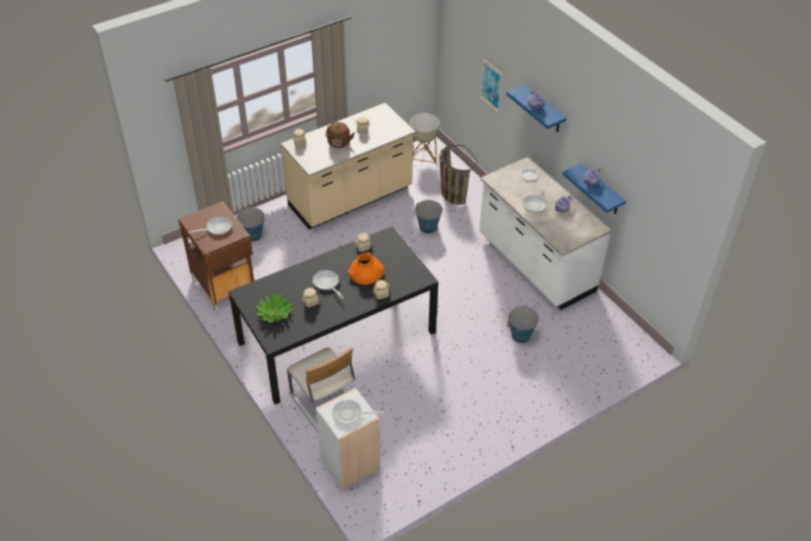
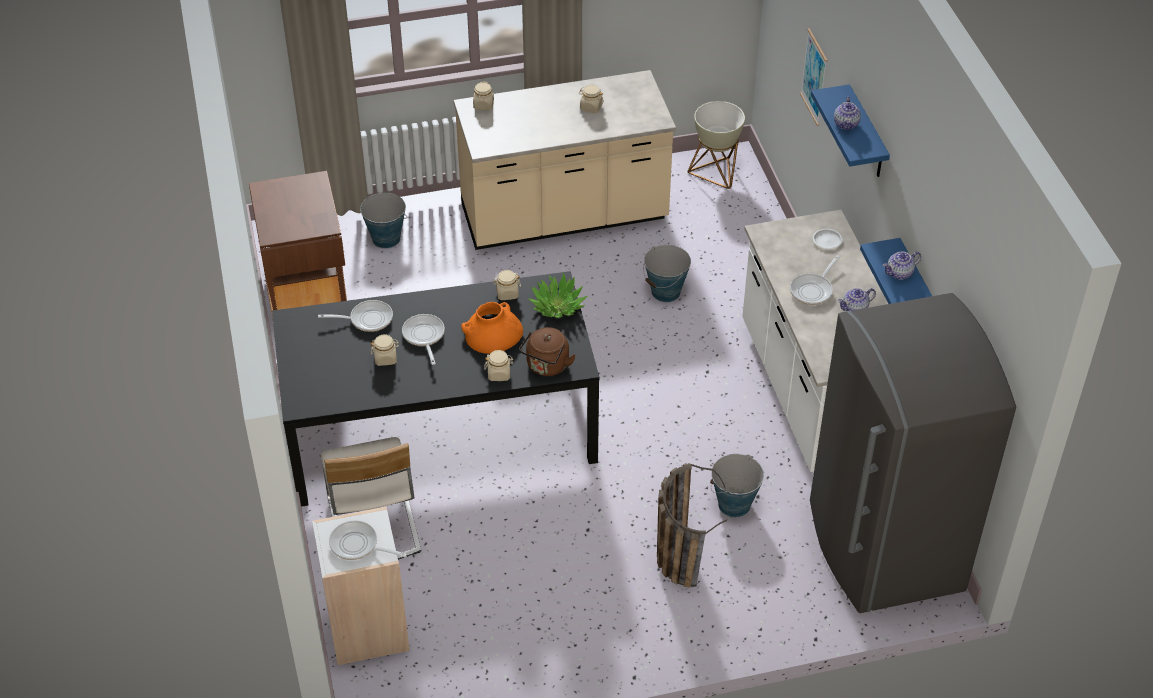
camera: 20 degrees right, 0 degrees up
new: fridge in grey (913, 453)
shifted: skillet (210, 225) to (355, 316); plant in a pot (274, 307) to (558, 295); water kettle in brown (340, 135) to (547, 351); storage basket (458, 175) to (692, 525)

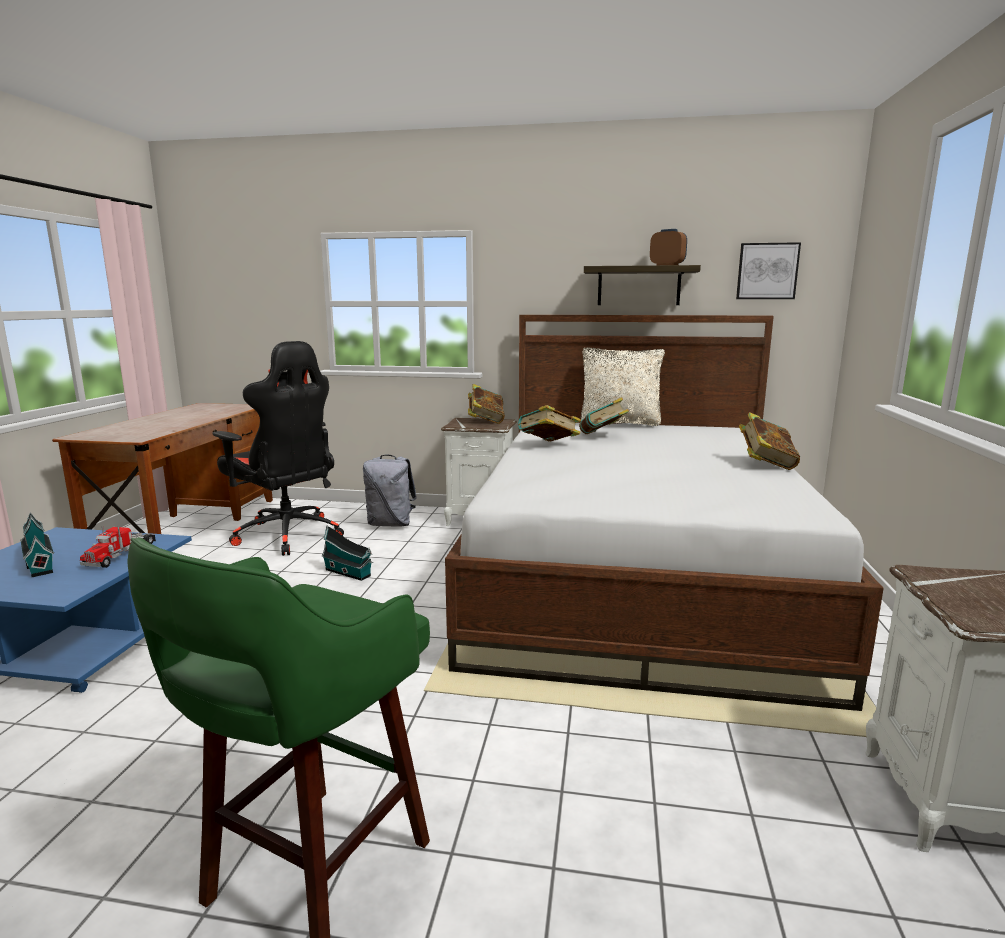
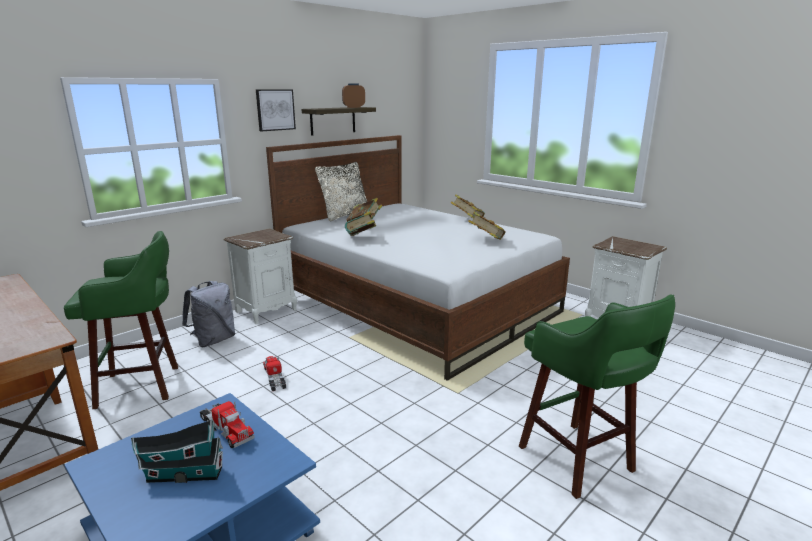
camera: 55 degrees left, 5 degrees up
shifted: volume (486, 404) to (487, 226); picture (768, 270) to (276, 110)
swapped: desk chair in black (278, 448) to sitting stool in green-coloured (121, 320); toy house (347, 553) to toy lorry (274, 373)

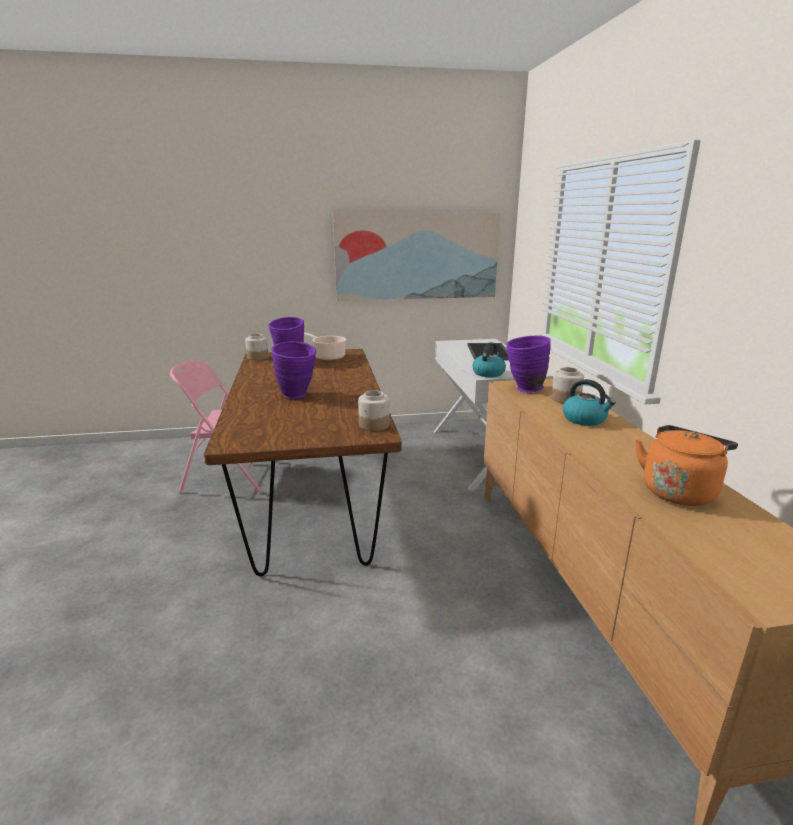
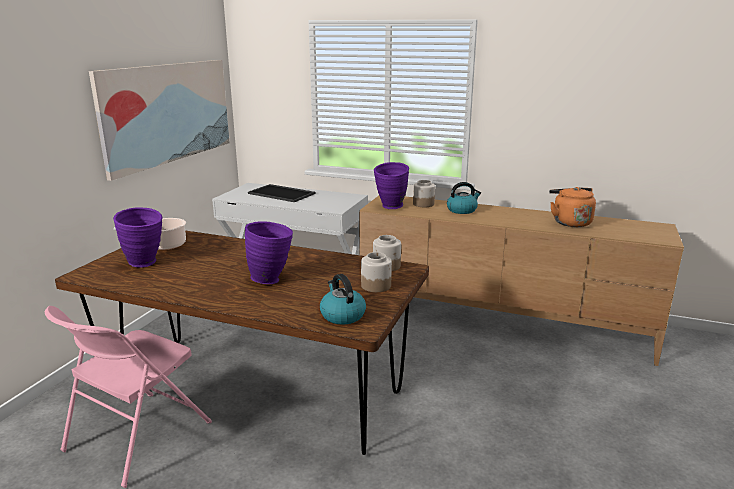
camera: 60 degrees left, 0 degrees up
shifted: preserve jar (257, 347) to (376, 272); water kettle (489, 359) to (343, 299)

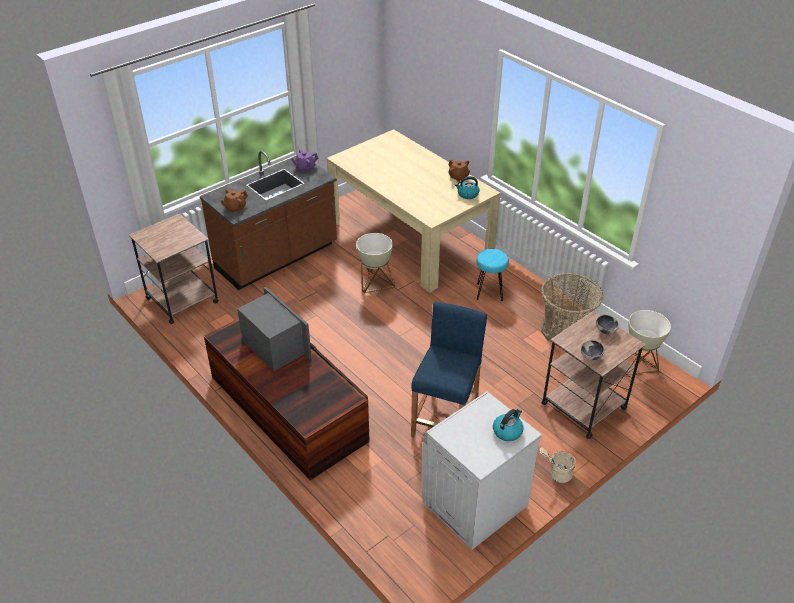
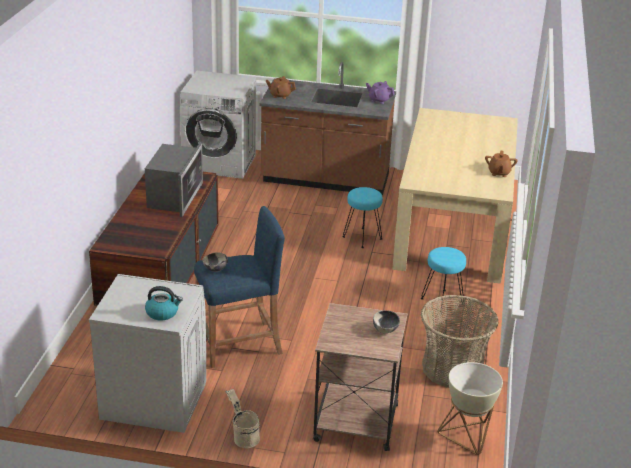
camera: 50 degrees right, 10 degrees down
gone: water kettle (467, 187)
shifted: bowl (592, 350) to (215, 262)
swapped: trolley in brown (174, 269) to washing machine in whitish (218, 125); flower pot (375, 263) to sitting stool in blue-green (363, 217)

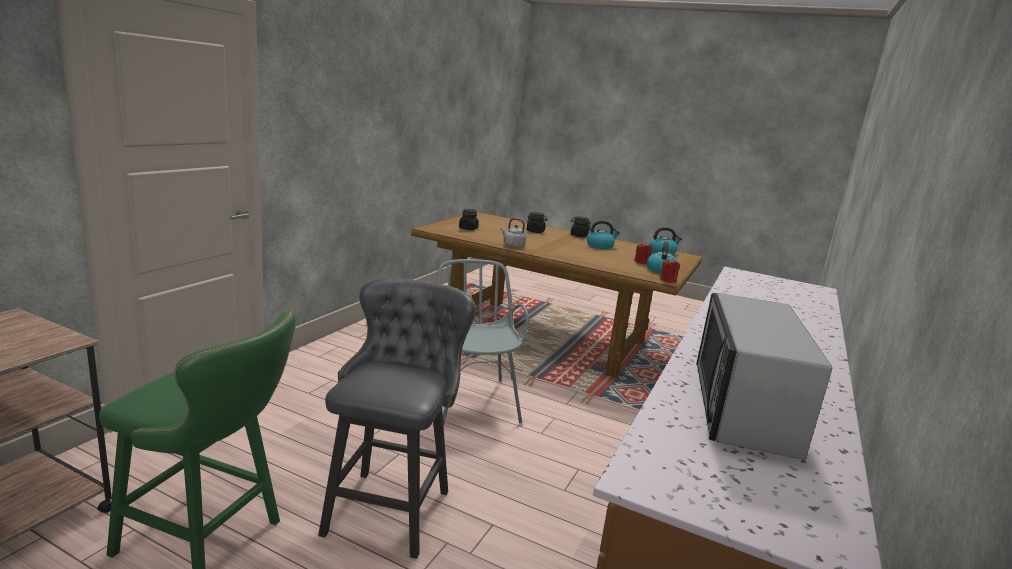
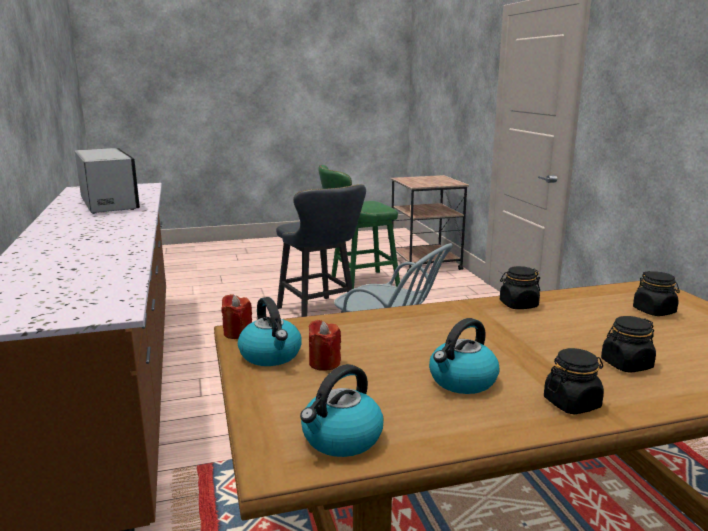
camera: 140 degrees right, 0 degrees up
swapped: water kettle in grey (513, 232) to preserve jar in black (520, 287)

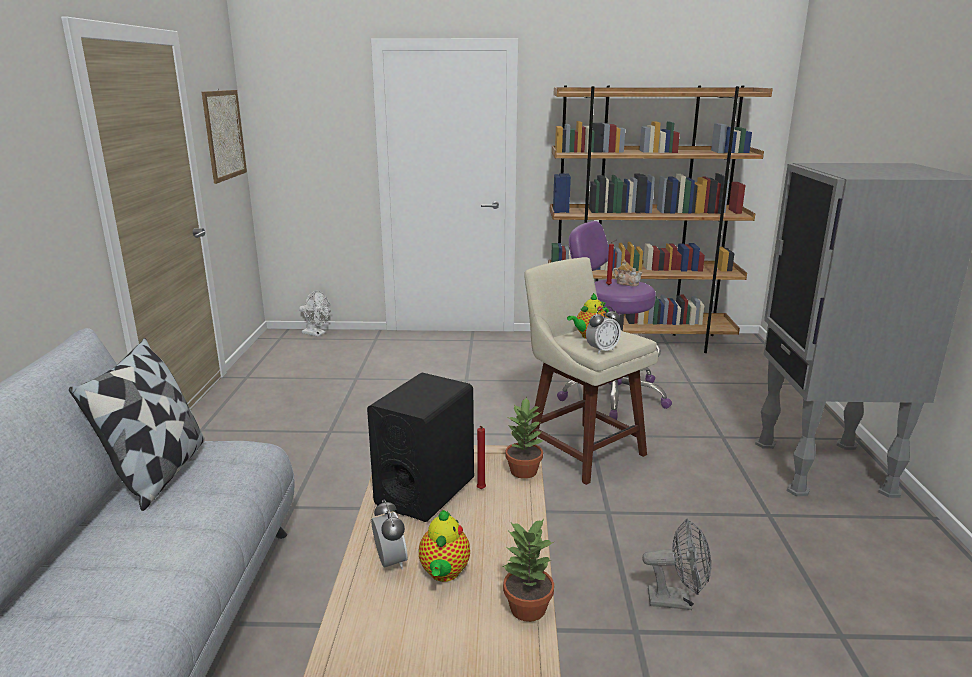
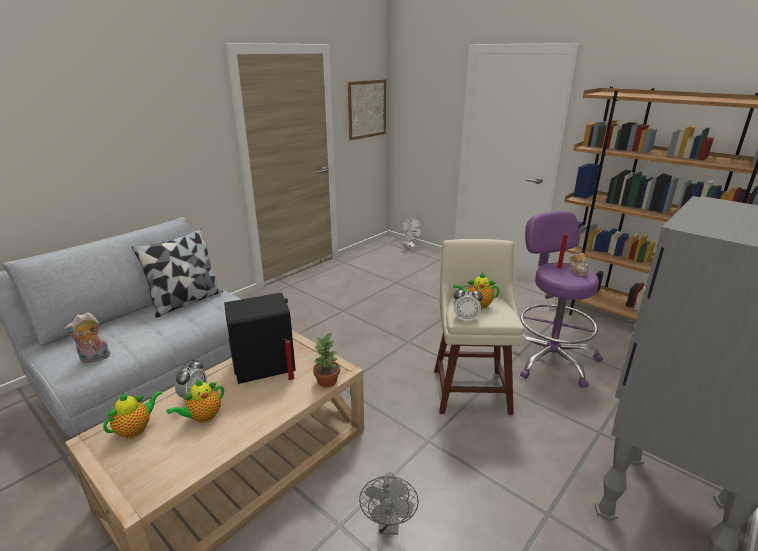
camera: 40 degrees right, 5 degrees up
gone: plant in a pot (528, 570)
new: plush toy (87, 337); pot for tea (133, 414)
rotated: cooling fan in grey (676, 564) = (389, 503) 45 degrees clockwise

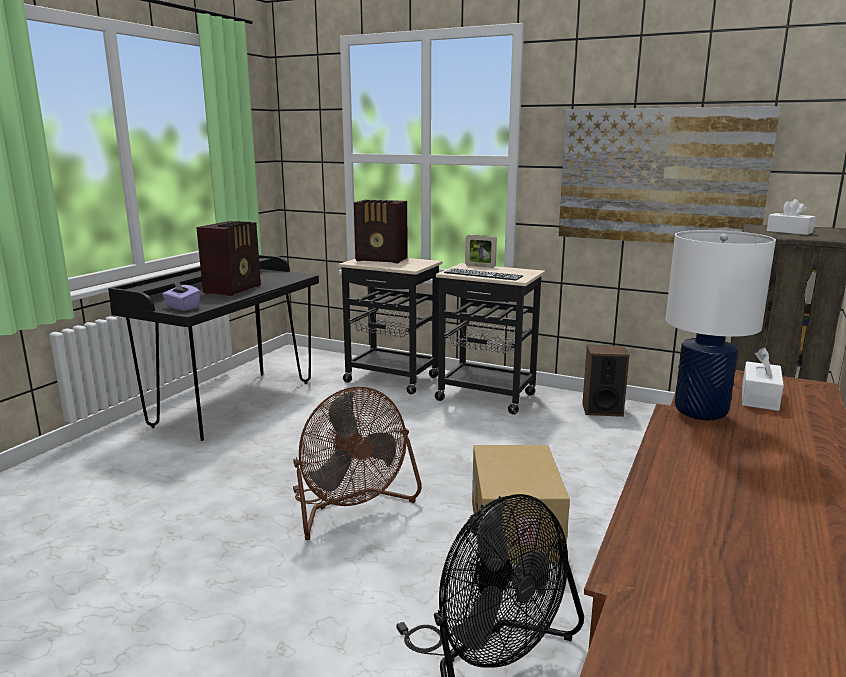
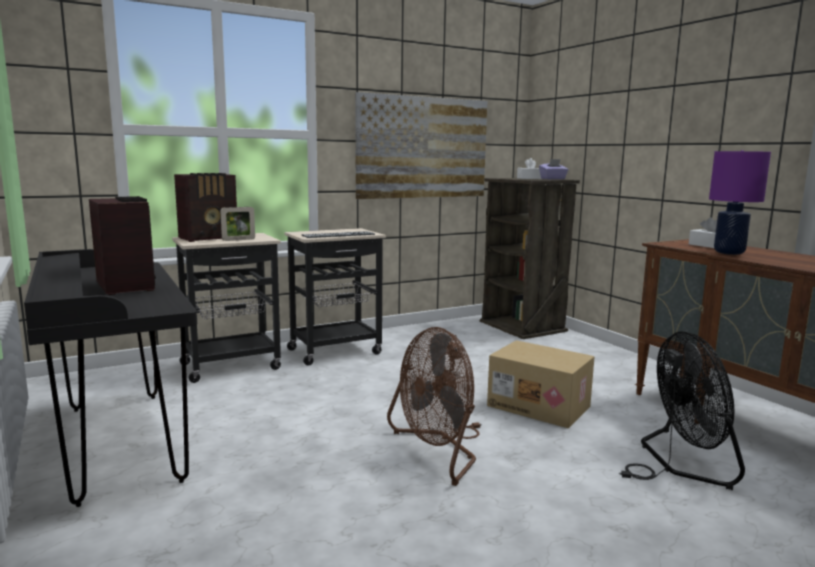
camera: 55 degrees left, 5 degrees down
gone: audio speaker (605, 381)
shifted: tissue box in purple (181, 296) to (553, 169); standing frame (481, 251) to (237, 224)
repainted: lamp for a table in whitish (721, 325) to lamp for a table in purple (740, 202)
rotated: cooling fan in brown (357, 463) = (434, 406) 150 degrees clockwise

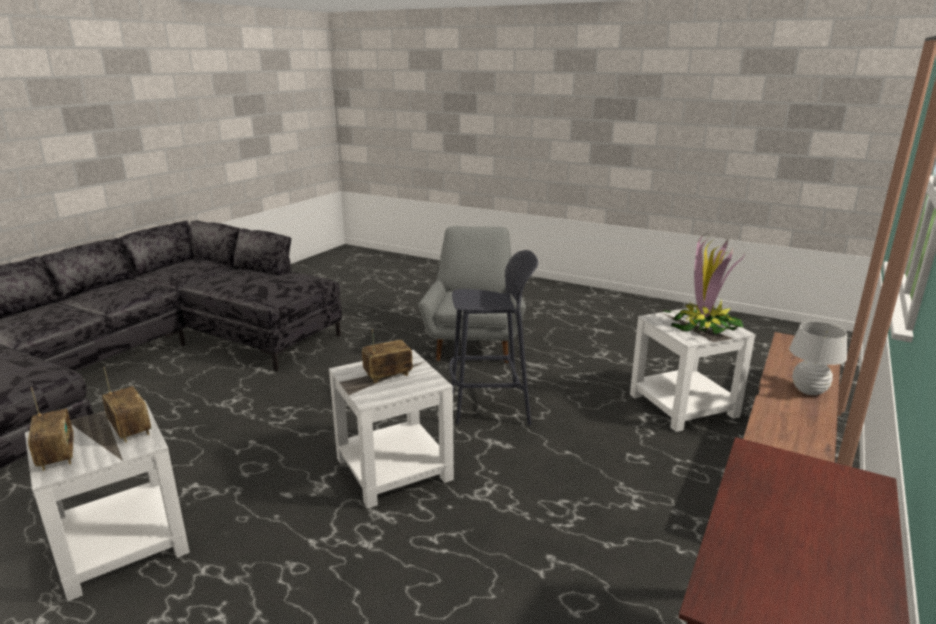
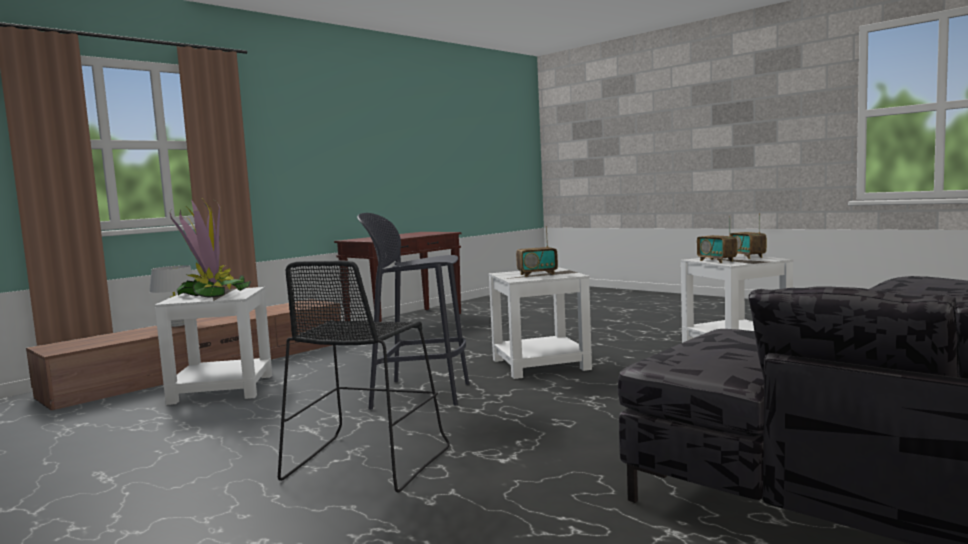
camera: 165 degrees left, 15 degrees down
swapped: easy chair in grey (472, 294) to sitting stool in black (363, 376)

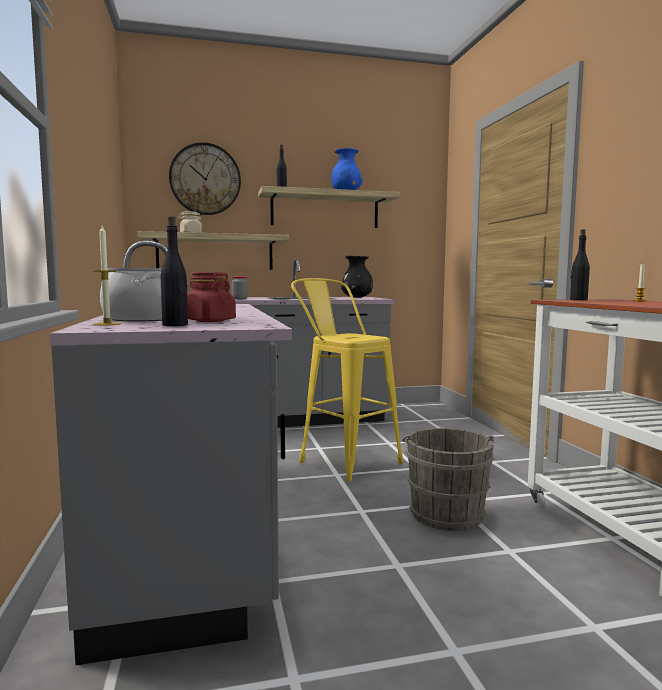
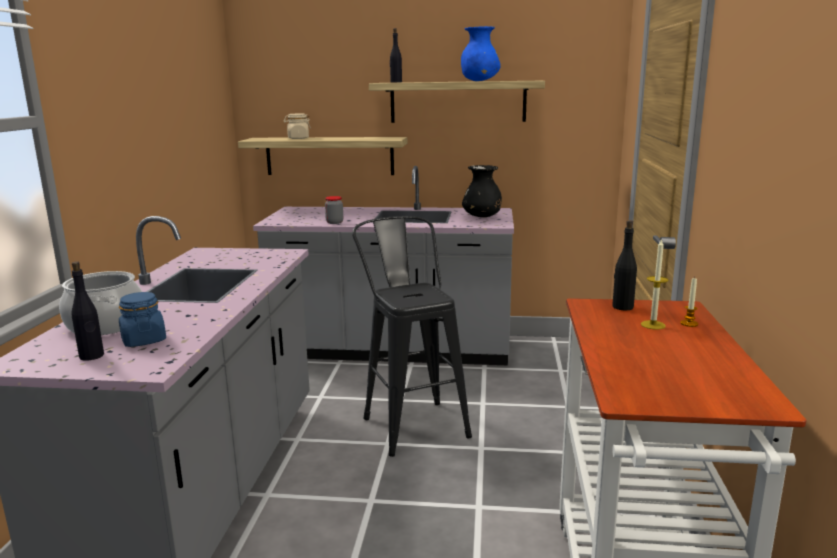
camera: 20 degrees right, 10 degrees up
gone: wall clock (205, 178); pail in grey (448, 479)
shifted: wax candle (106, 276) to (655, 284)
repainted: preserve jar in reddish (211, 297) to preserve jar in blue (142, 319); sitting stool in yellow (347, 380) to sitting stool in black (412, 336)

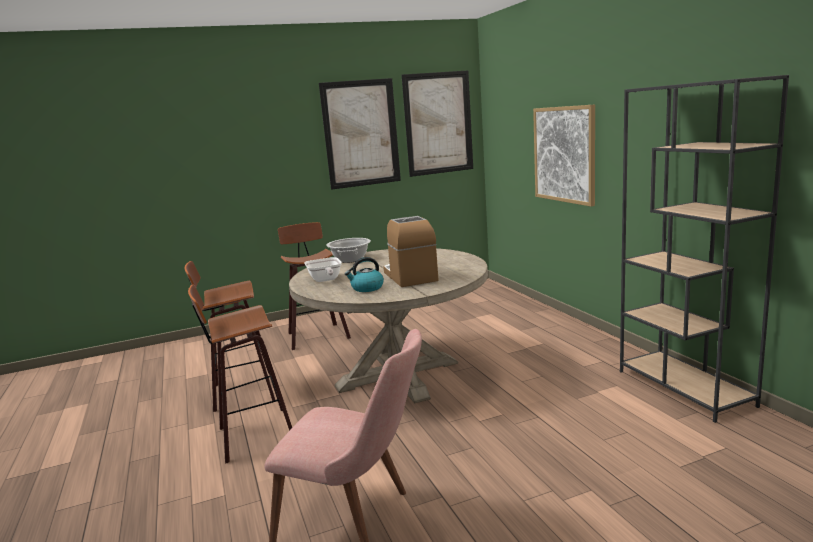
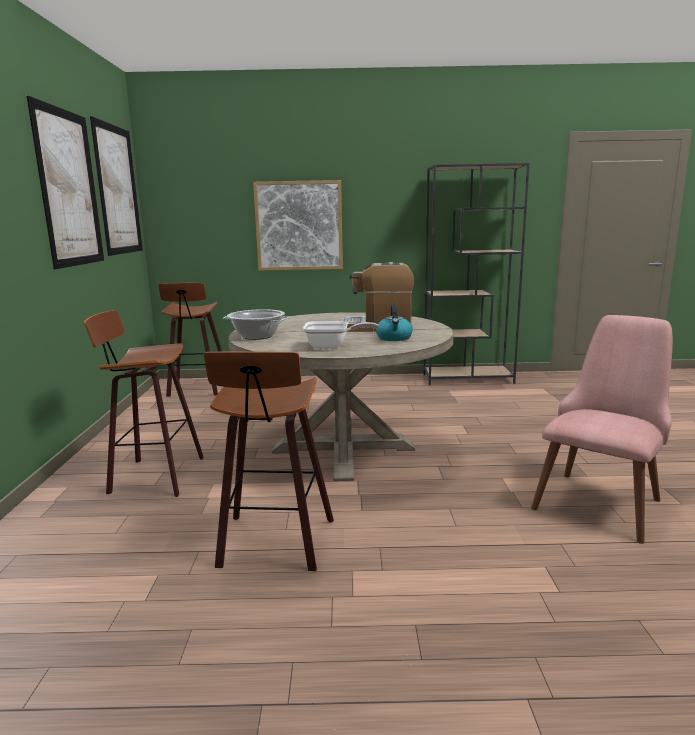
camera: 70 degrees left, 0 degrees up
shifted: sitting stool (240, 374) to (190, 339)

